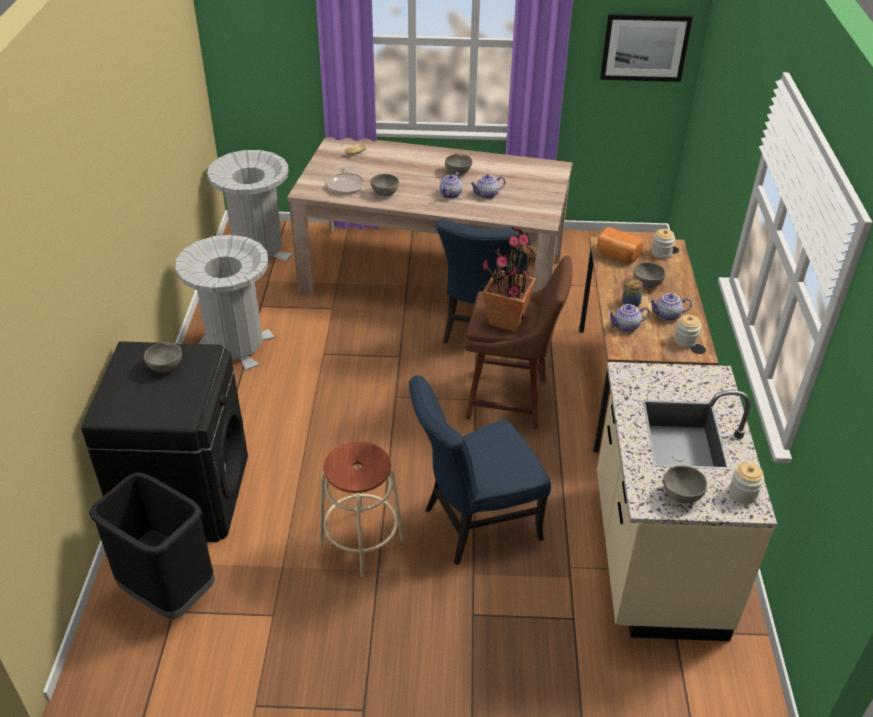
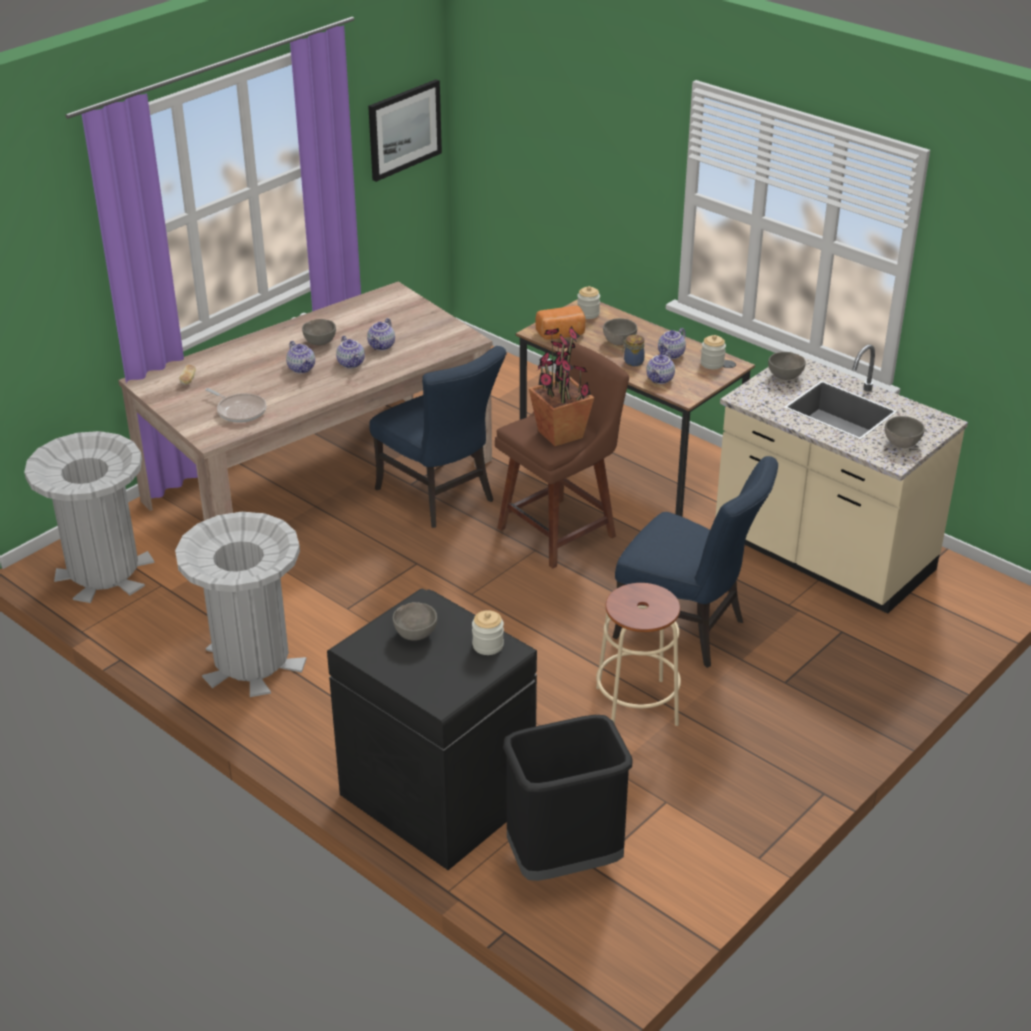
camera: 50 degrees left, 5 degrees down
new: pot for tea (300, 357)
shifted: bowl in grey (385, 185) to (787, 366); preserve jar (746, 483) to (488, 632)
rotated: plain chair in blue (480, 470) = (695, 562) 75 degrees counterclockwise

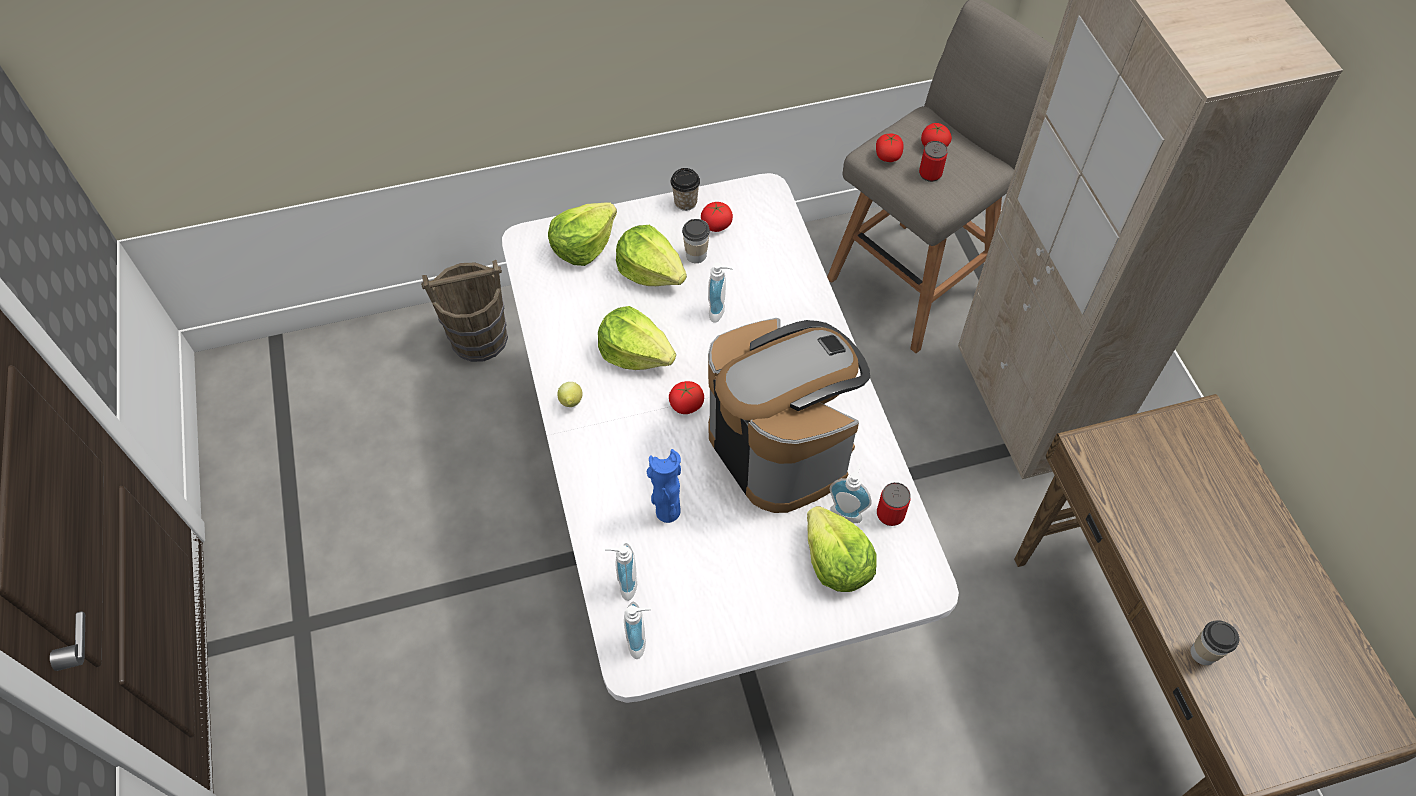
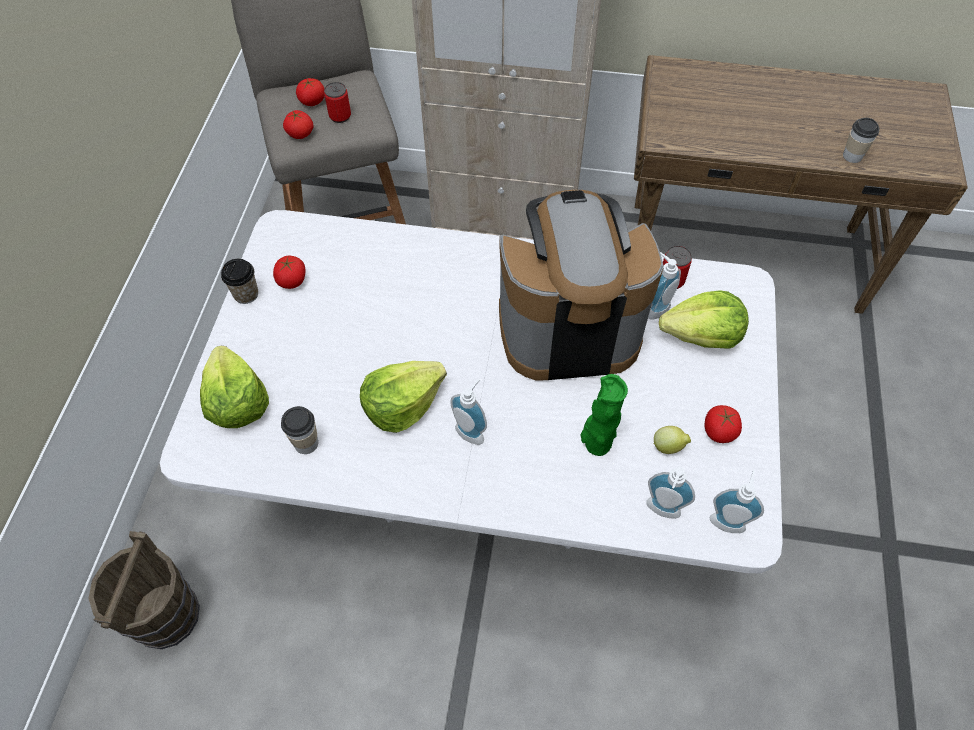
camera: 65 degrees left, 0 degrees up
gone: lettuce head (651, 255)
shifted: whole lemon (569, 394) to (672, 440); fresh tomato (686, 397) to (723, 424); small cup (696, 241) to (299, 430); liquid soap bottle (720, 292) to (468, 412)
repainted: vase in blue (664, 486) to vase in green-coloured (604, 415)

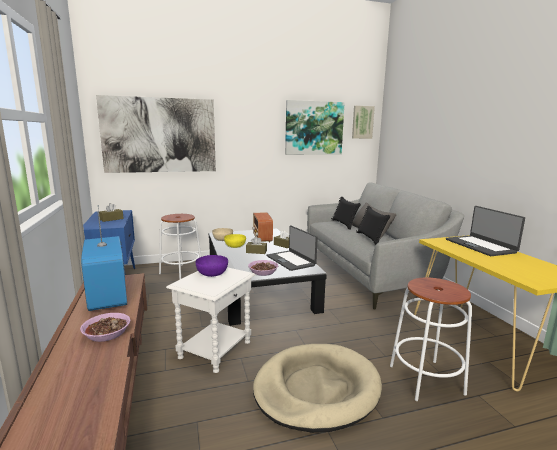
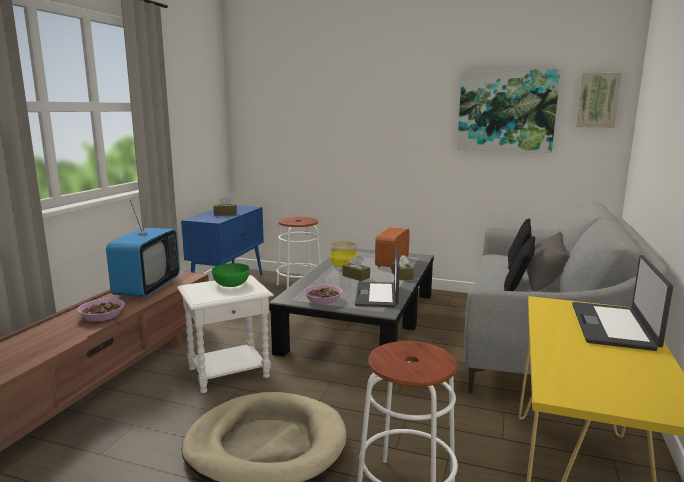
camera: 35 degrees right, 0 degrees up
gone: picture (156, 134)
repainted: bowl in purple (212, 266) to bowl in green-coloured (231, 275)

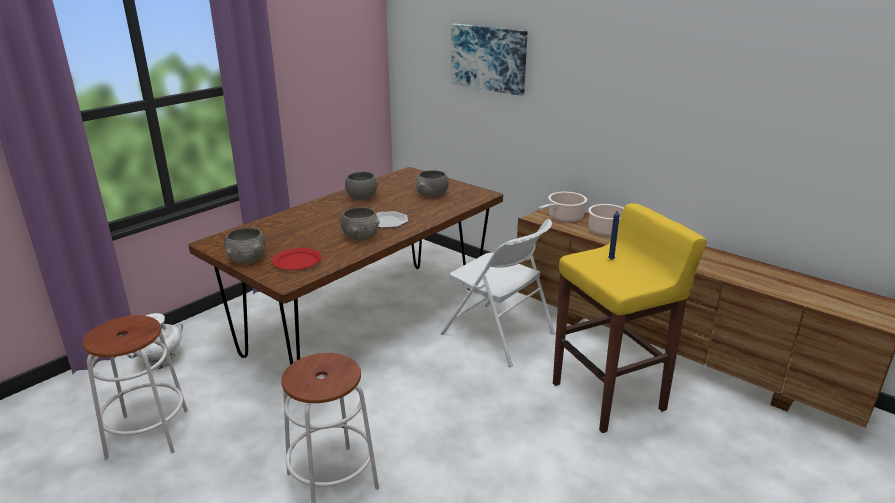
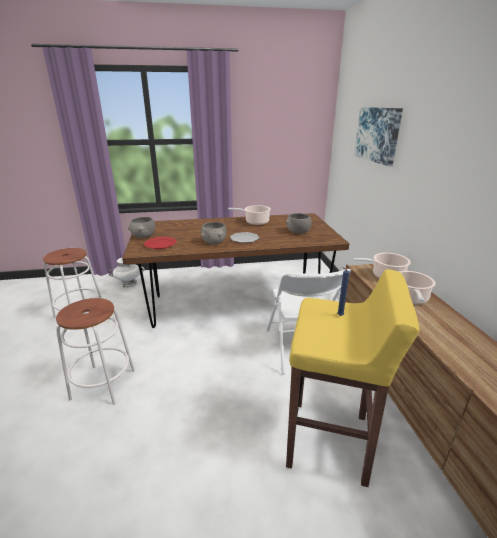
camera: 40 degrees right, 0 degrees up
swapped: bowl in grey (362, 185) to saucepot (249, 215)

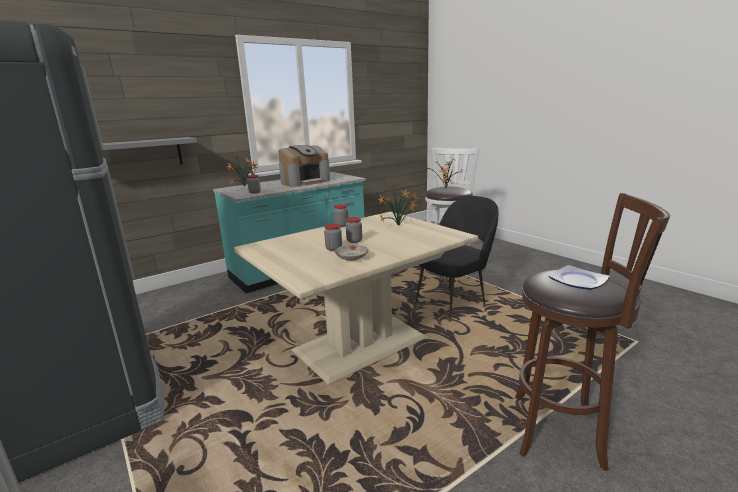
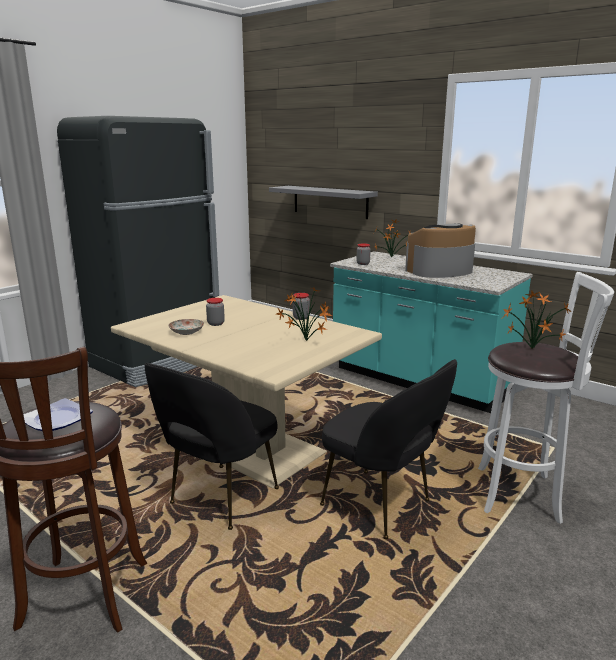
camera: 75 degrees right, 0 degrees up
gone: preserve jar (354, 230)
new: plain chair in black (212, 446)
rotated: coffee brewer (304, 166) = (440, 250) 120 degrees clockwise

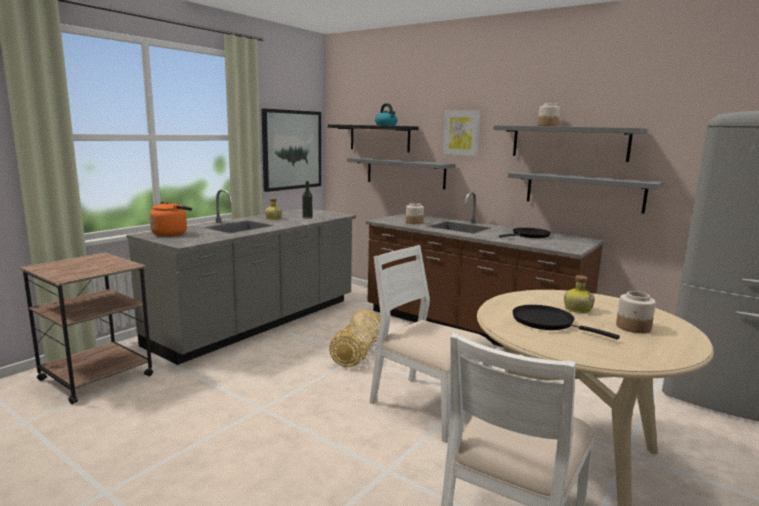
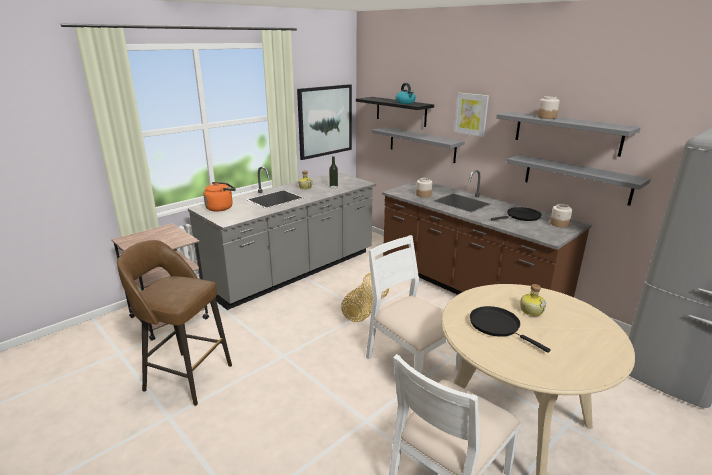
camera: 10 degrees right, 10 degrees up
new: sitting stool in brown (174, 323)
shifted: preserve jar (636, 312) to (561, 216)

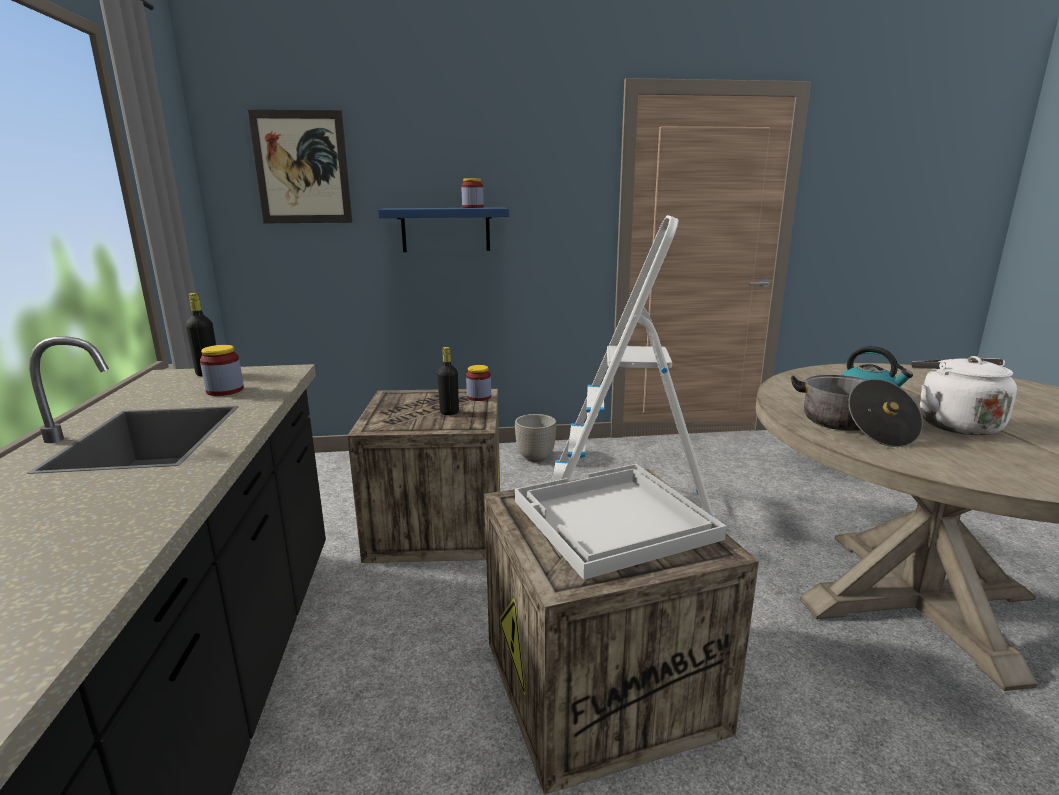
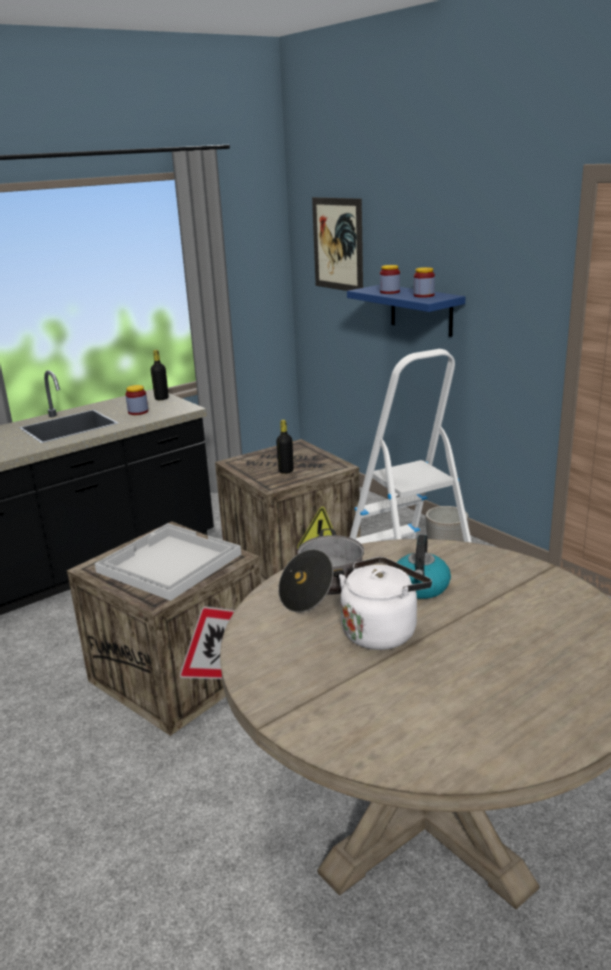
camera: 60 degrees right, 5 degrees up
shifted: preserve jar (478, 383) to (390, 279)

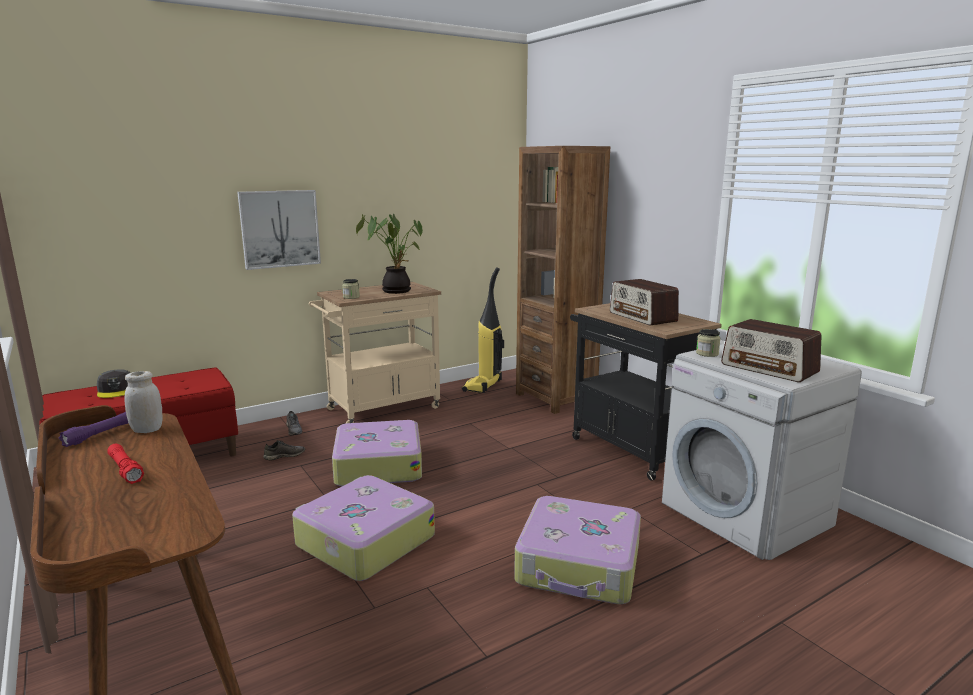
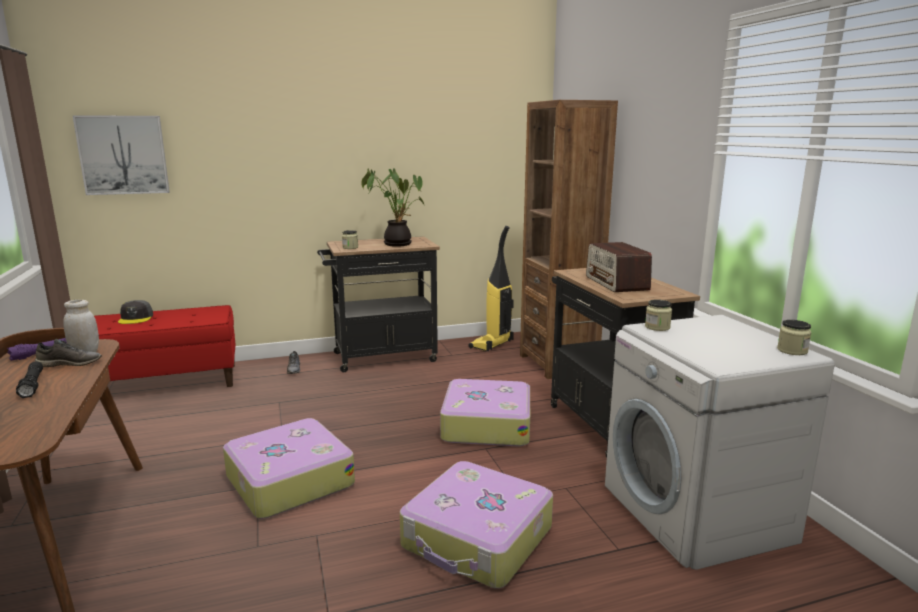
camera: 15 degrees right, 0 degrees up
gone: radio set (771, 350)
new: preserve jar (794, 337)
shifted: picture (279, 230) to (121, 155); item of footwear in grey (284, 450) to (68, 353); piece of luggage (377, 453) to (485, 412)
repainted: flashlight in reddish (125, 464) to flashlight in black (29, 379); trolley in beige-coloured (375, 352) to trolley in black (378, 304)

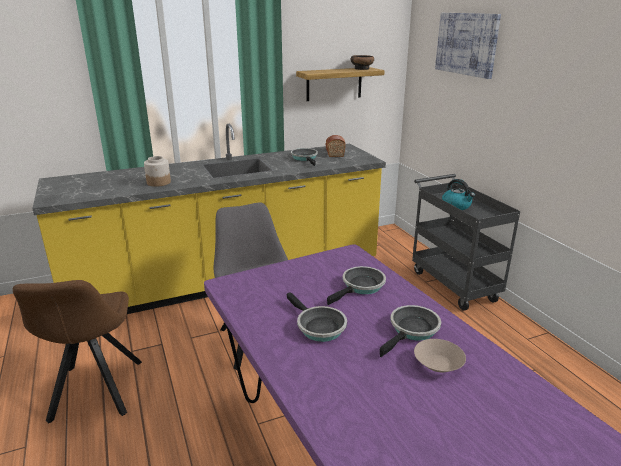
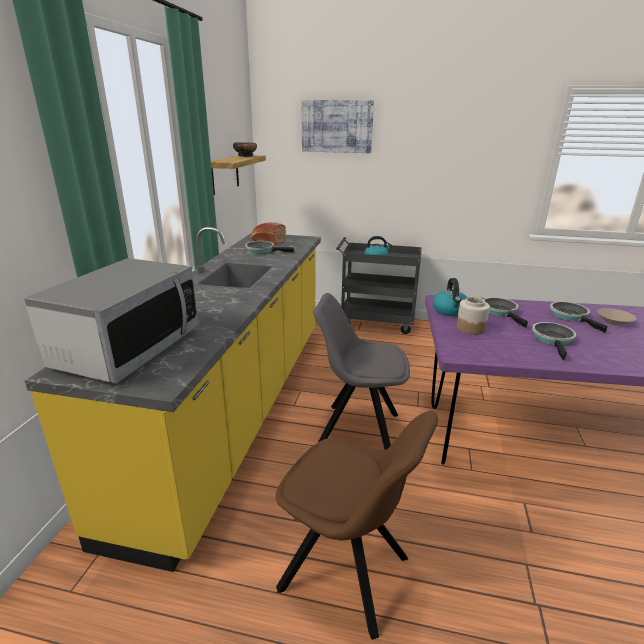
camera: 55 degrees left, 0 degrees up
new: microwave (111, 321); water kettle (450, 297)
shifted: preserve jar (157, 171) to (473, 316)
rotated: skillet (316, 317) = (554, 341) 75 degrees counterclockwise

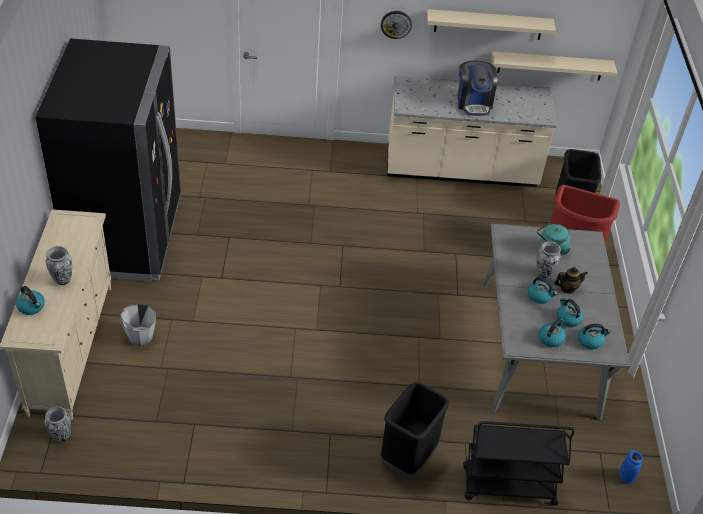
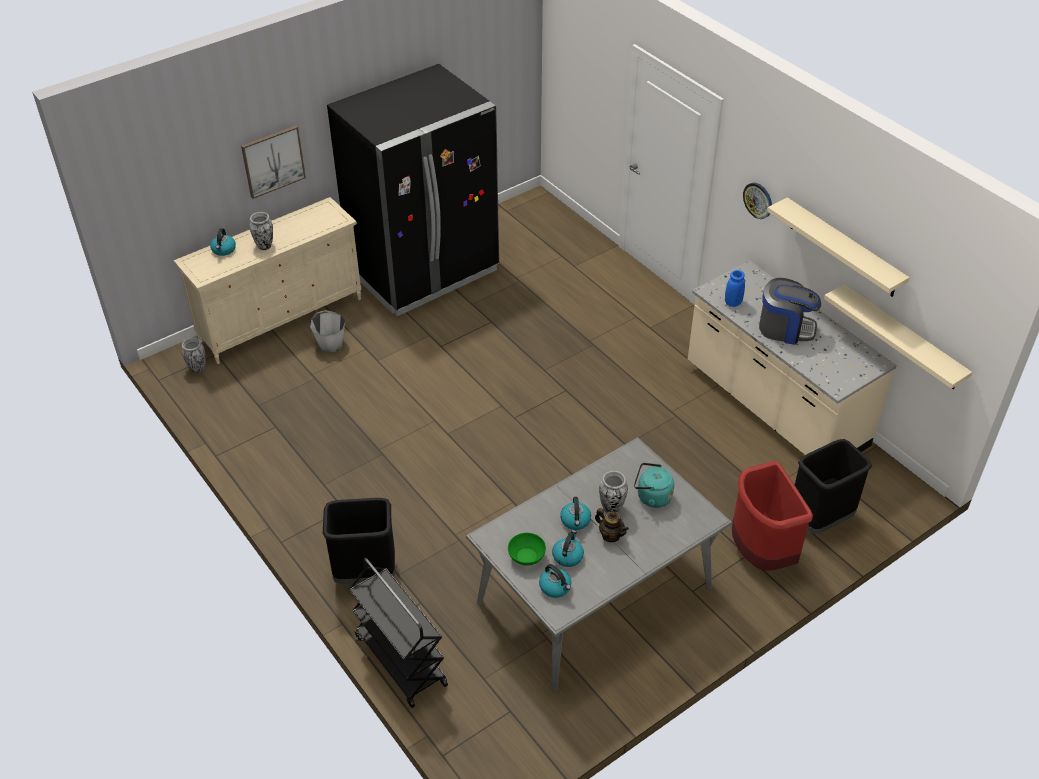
camera: 55 degrees right, 0 degrees up
new: picture (273, 162)
shifted: vase in blue (631, 467) to (735, 288)
swapped: water kettle (552, 333) to bowl in green-coloured (527, 549)
rotated: coffee brewer (477, 88) = (790, 311) 120 degrees counterclockwise

